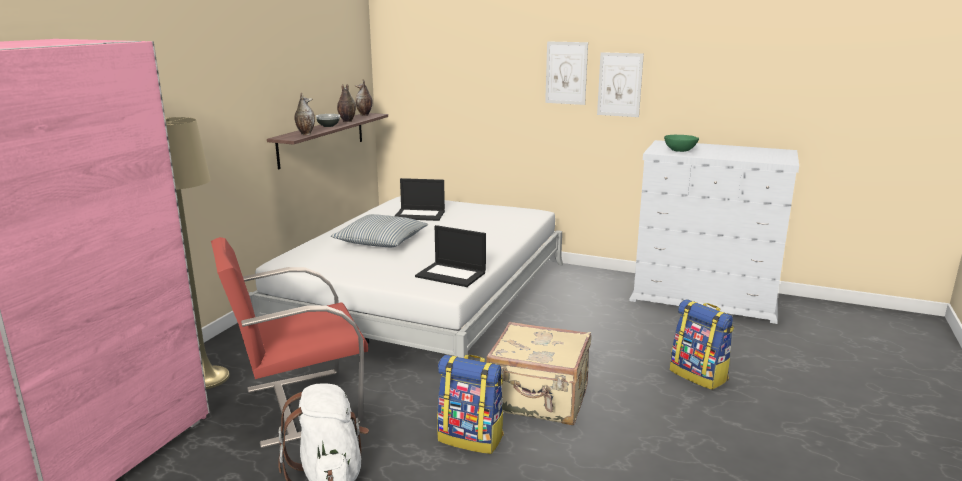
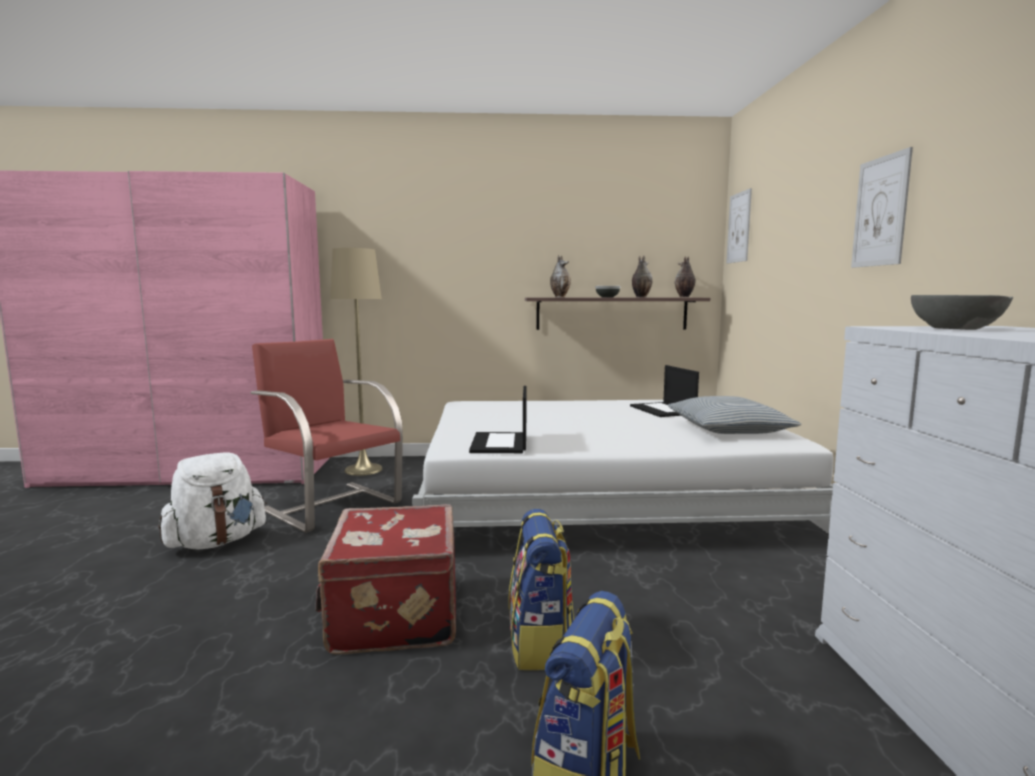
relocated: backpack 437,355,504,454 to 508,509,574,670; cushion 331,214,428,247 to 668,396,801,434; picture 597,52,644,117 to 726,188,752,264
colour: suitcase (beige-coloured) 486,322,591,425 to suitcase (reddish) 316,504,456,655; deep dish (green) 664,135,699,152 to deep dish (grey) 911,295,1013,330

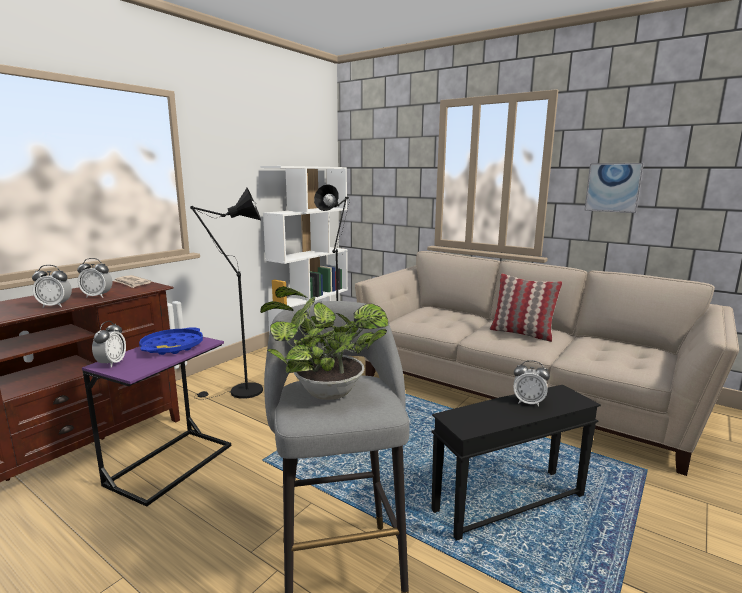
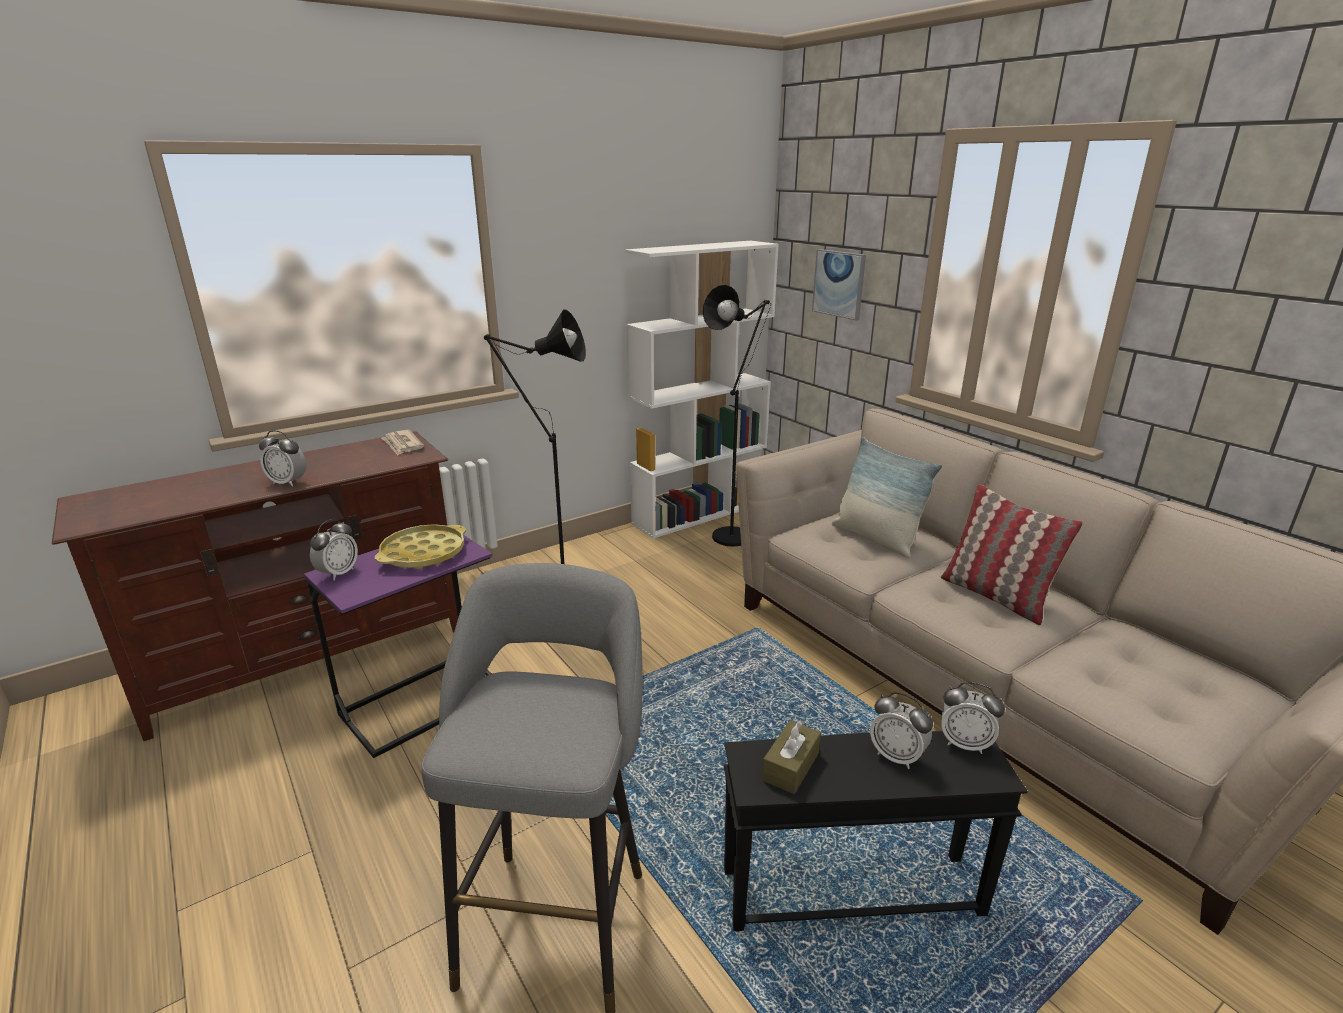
missing: potted plant 260,286,388,400
appeared: box of tissues (brownish) 762,720,821,794; cushion 832,437,942,558
relocated: picture 584,163,644,213 to 812,249,866,320; bedside clock 77,258,112,298 to 941,682,1005,754
colour: tray (blue) 139,327,203,355 to tray (yellow-coloured) 375,524,466,569

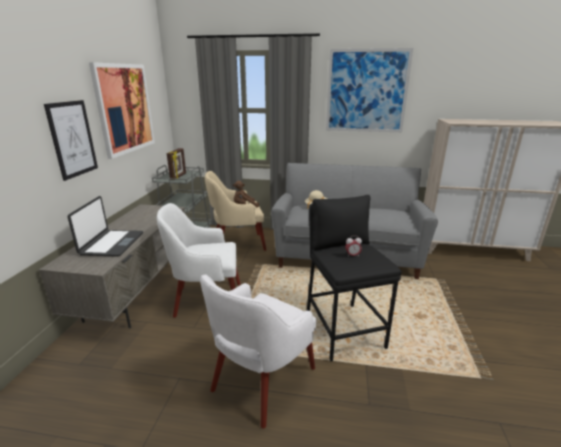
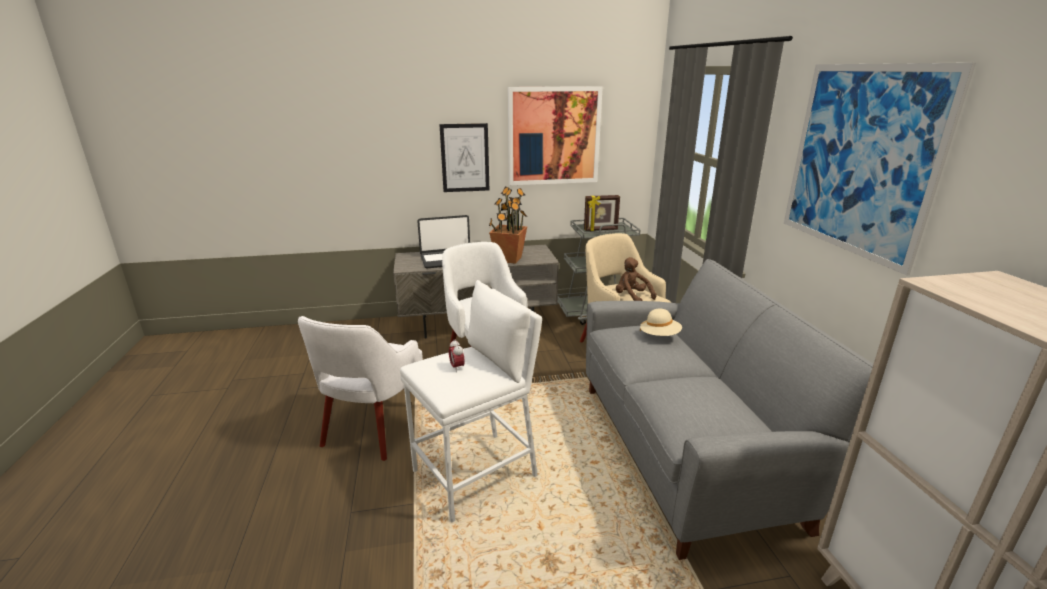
appeared: potted plant 489,186,527,264
colour: stool seat (blackish) 307,195,402,362 to stool seat (whitish) 400,280,542,523
spun: lounge chair (whitish) 200,275,316,429 = 298,316,423,461 90 degrees counterclockwise

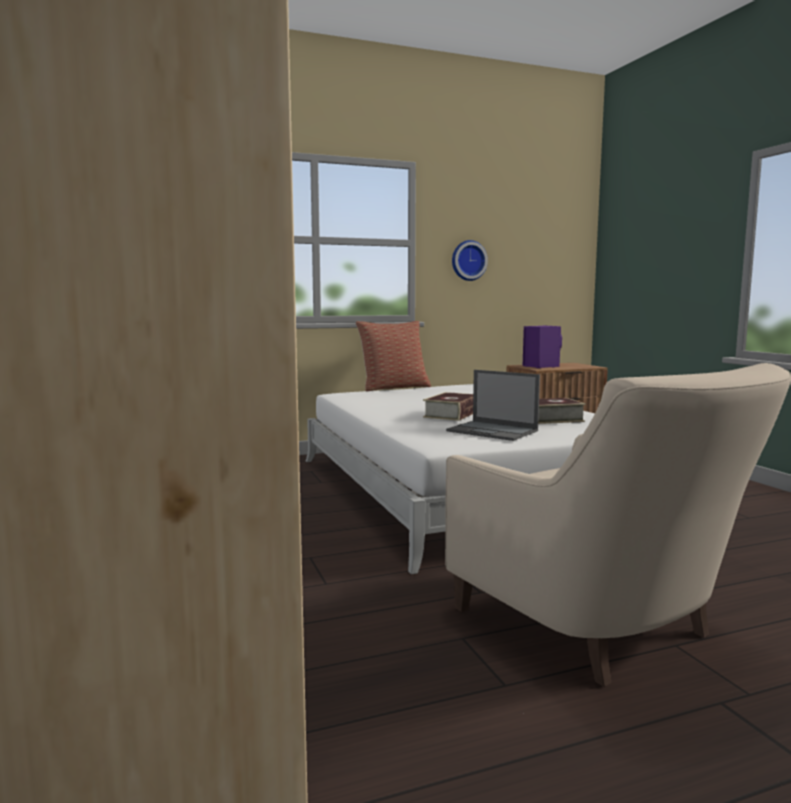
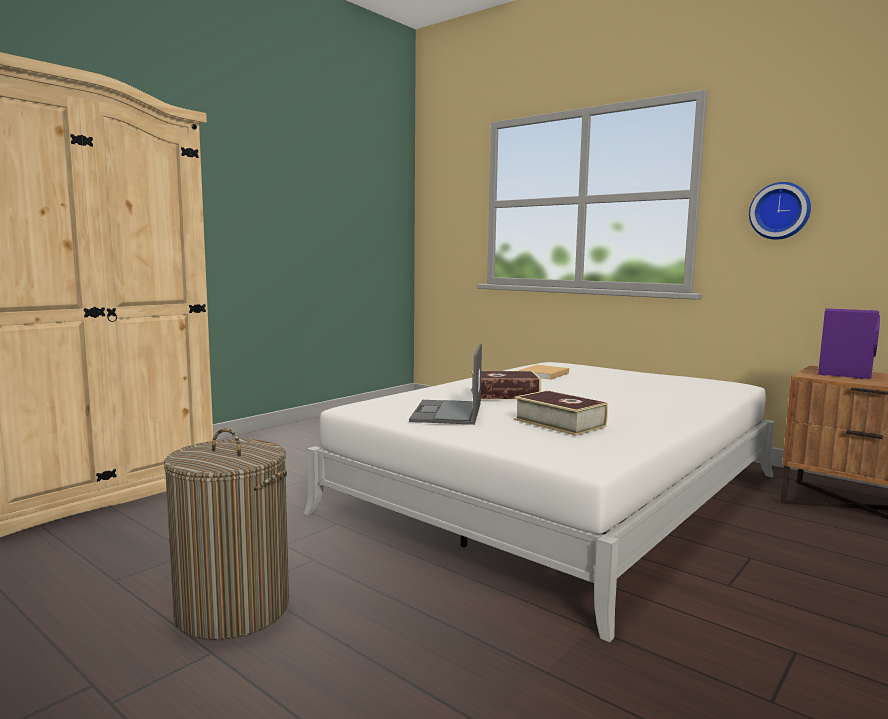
missing: cushion 356,321,431,391
appeared: volume (beige-coloured) 518,365,569,380
exchanged: lounge chair (beige-coloured) 445,363,791,687 to washing basket 164,428,289,640

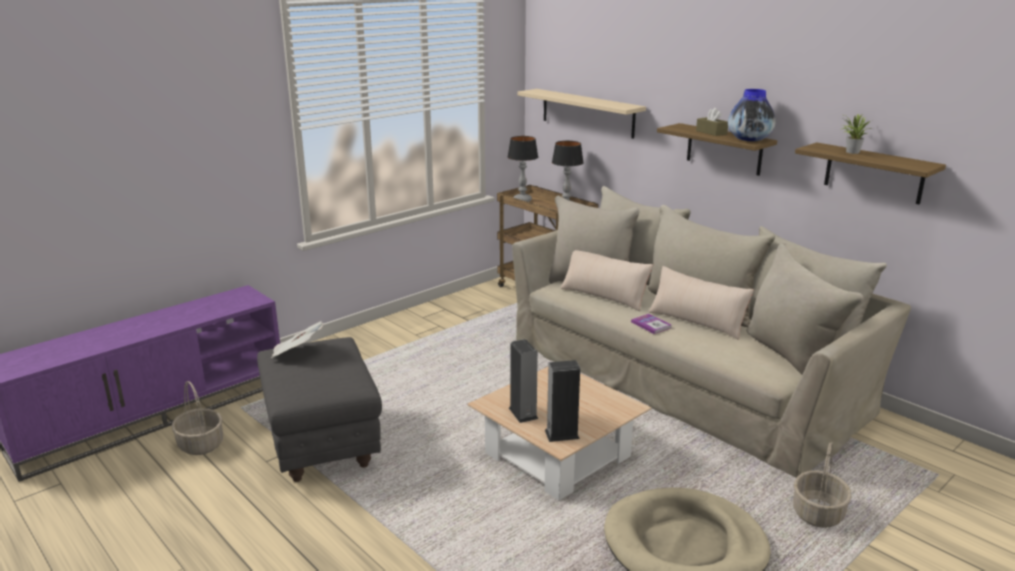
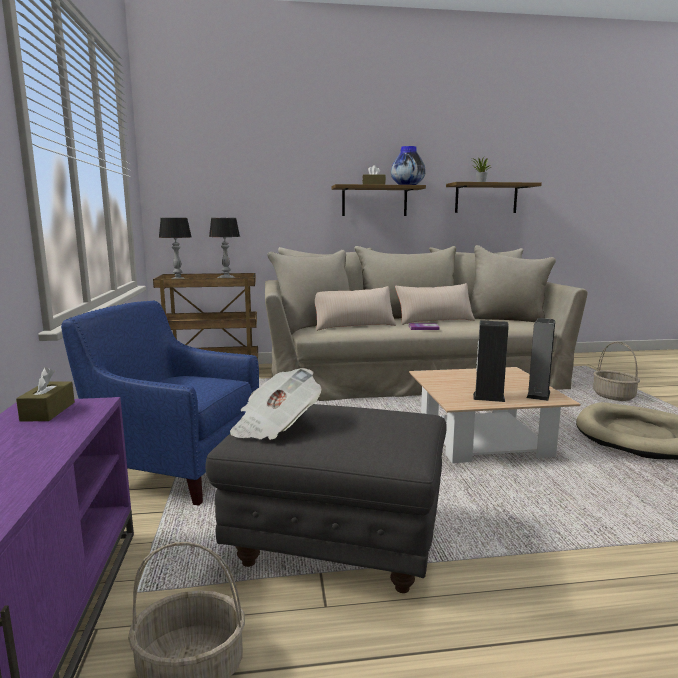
missing: bracket shelf (beige-coloured) 517,89,646,139
appeared: box of tissues (brownish) 16,367,75,422; lounge chair (blue) 61,300,259,506

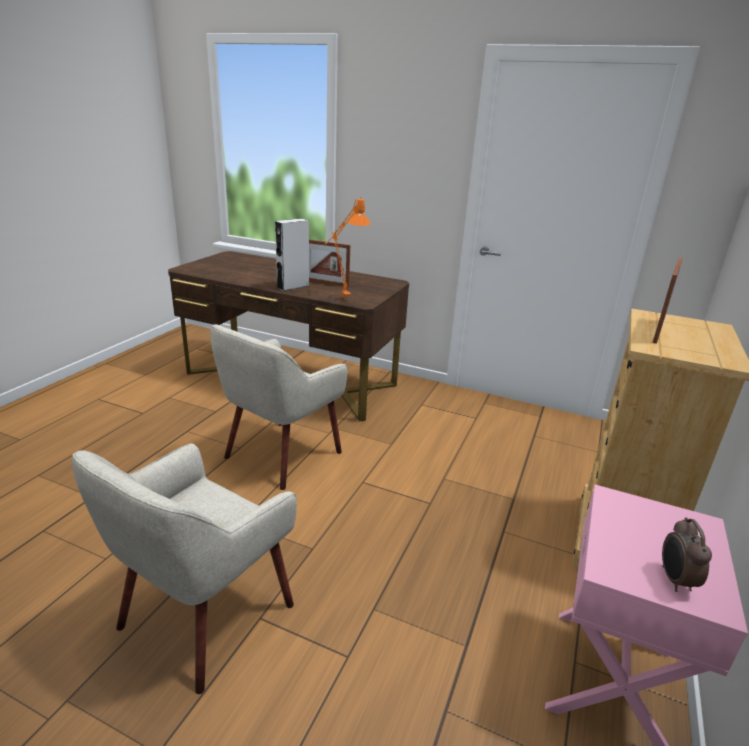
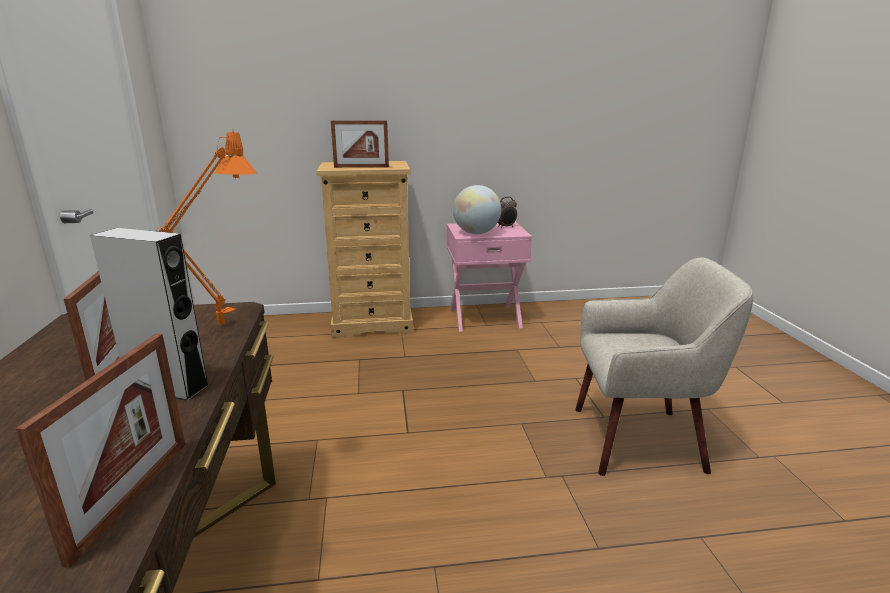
missing: lounge chair (beige-coloured) 210,324,348,490
appeared: photo frame 16,334,185,568; world globe 453,185,501,234

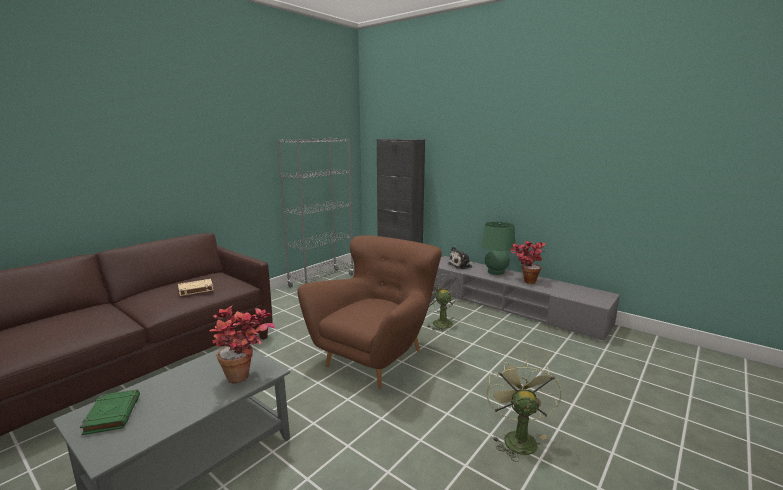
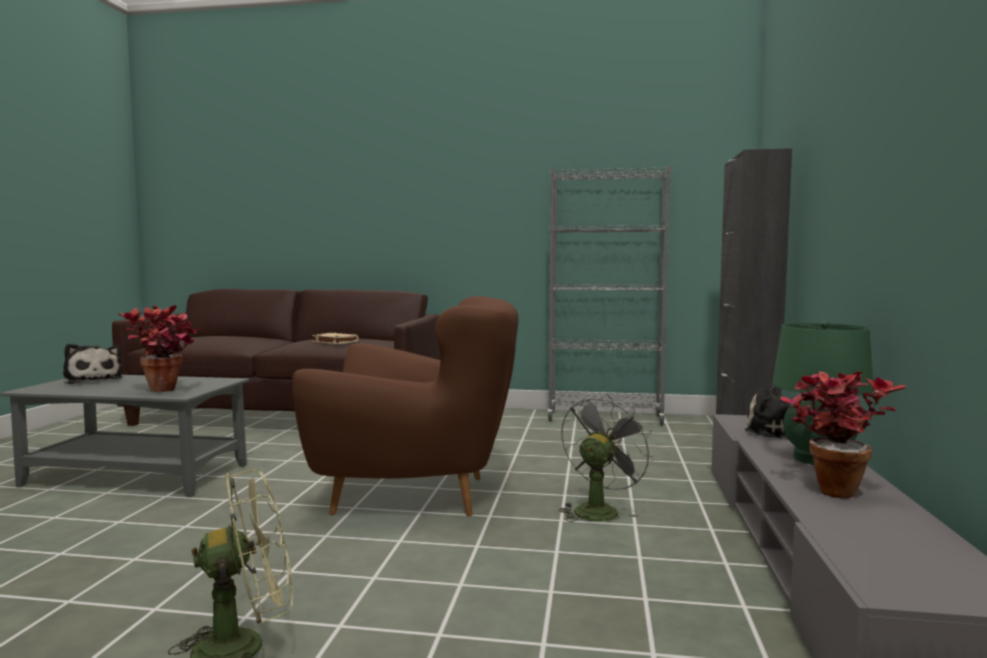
exchanged: volume (green) 80,390,140,435 to plush toy 63,344,122,384

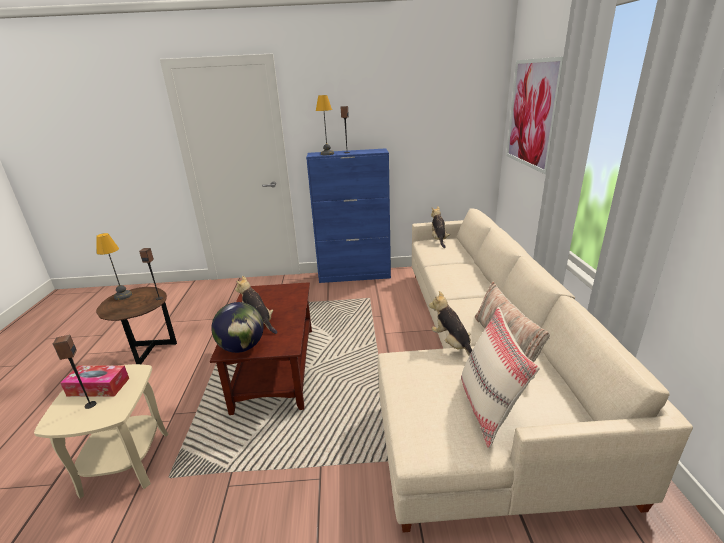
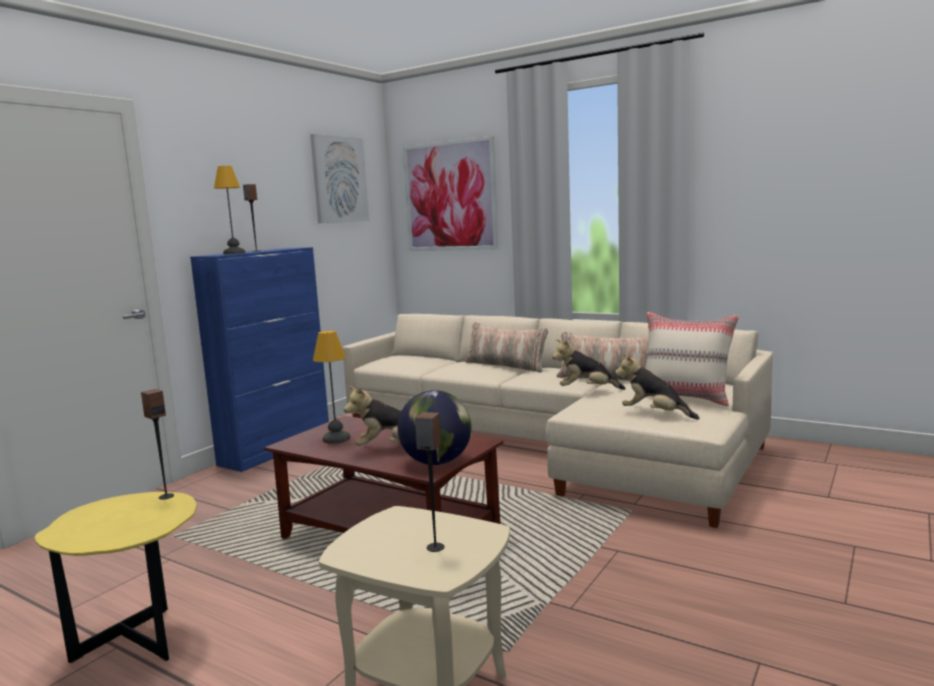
missing: box of tissues 60,365,129,396
appeared: picture 310,134,369,223; cushion 465,322,548,373
relocated: table lamp 96,233,132,300 to 313,331,350,444; plush toy 431,206,450,248 to 615,353,699,420
colour: end table (brownish) 96,287,177,364 to end table (yellow-coloured) 35,492,197,663

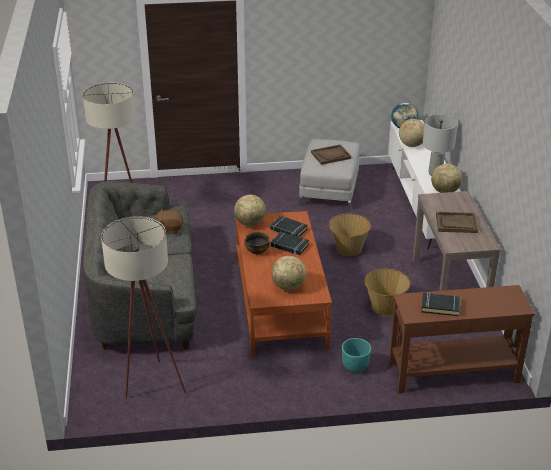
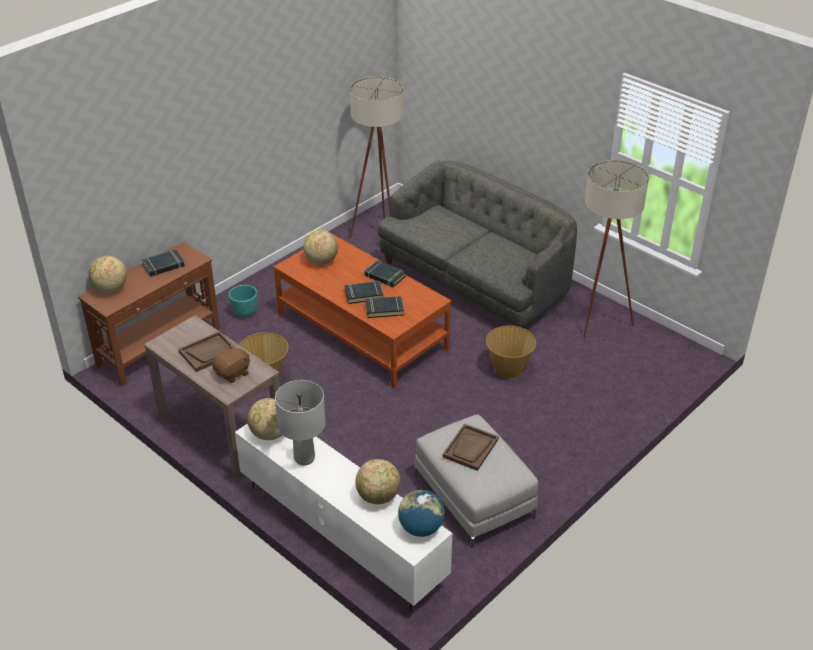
relocated: world globe 234,195,266,226 to 88,256,127,293; plush toy (brownish) 154,209,184,234 to 212,345,250,383; basket 329,214,371,256 to 486,326,536,379
exchanged: deep dish 244,232,270,254 to volume (blackish) 365,260,406,287

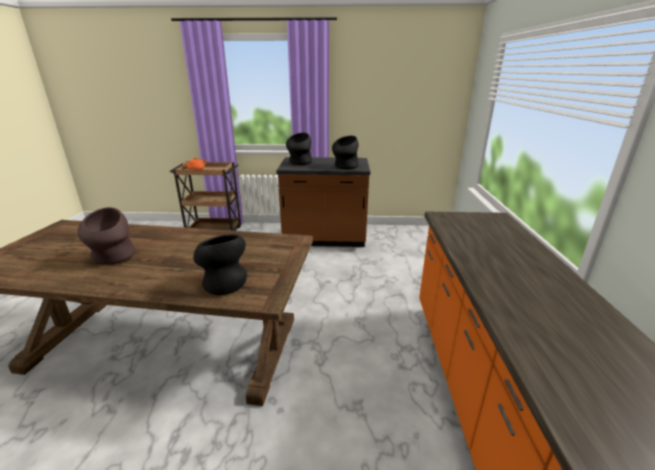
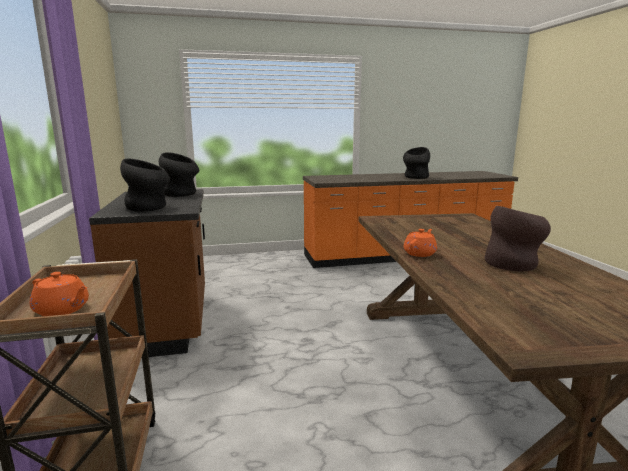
appeared: teapot (orange-coloured) 404,229,437,257
relocated: vase (blackish) 193,234,247,295 to 403,147,430,179

